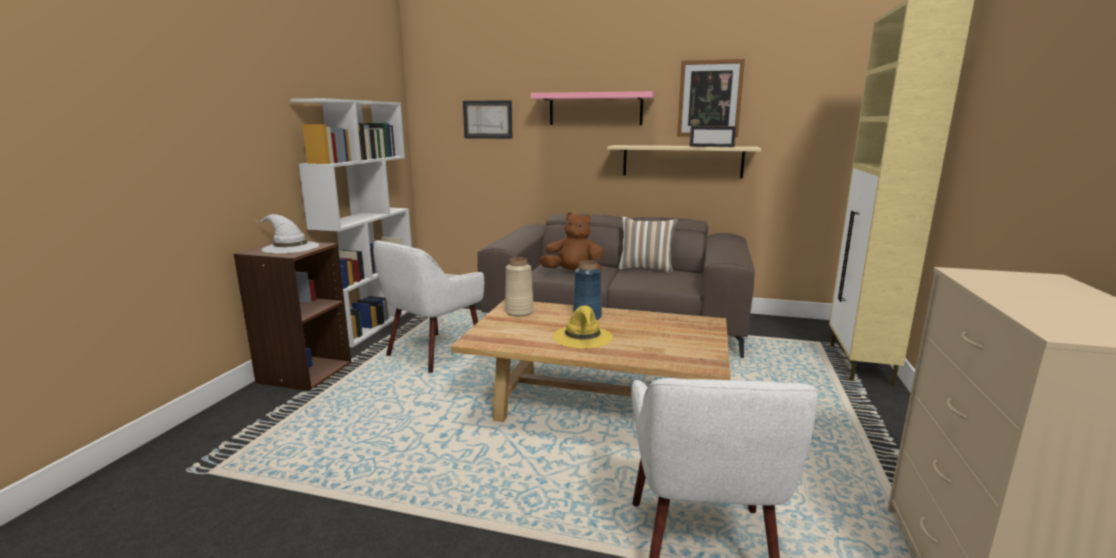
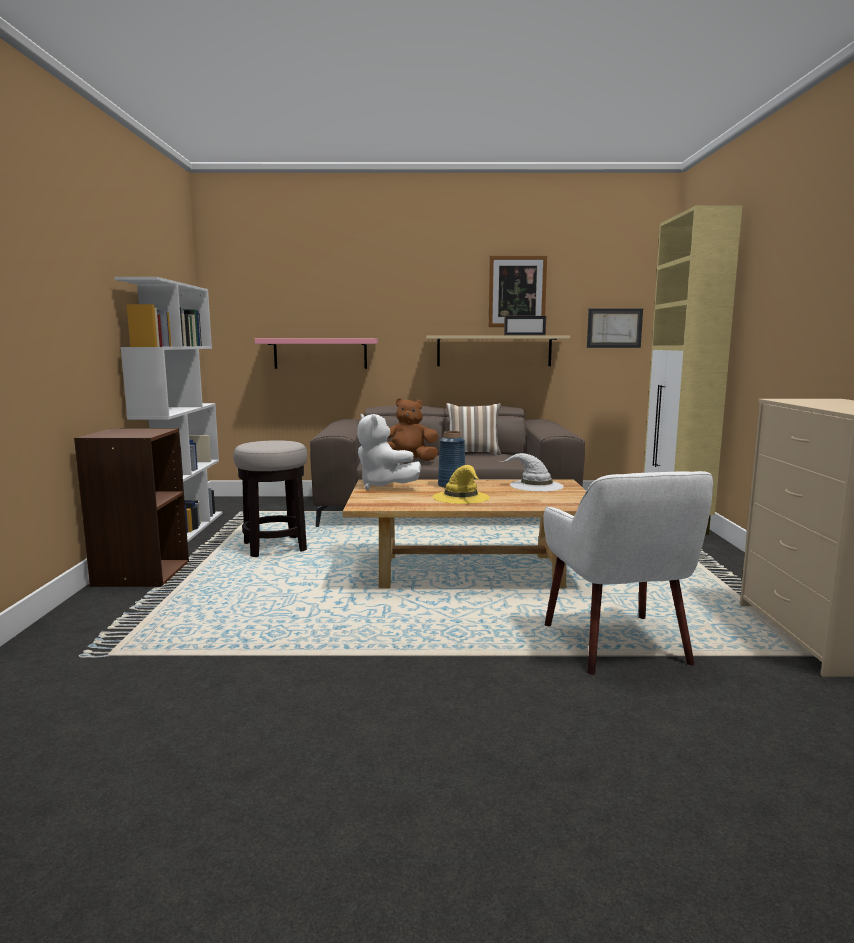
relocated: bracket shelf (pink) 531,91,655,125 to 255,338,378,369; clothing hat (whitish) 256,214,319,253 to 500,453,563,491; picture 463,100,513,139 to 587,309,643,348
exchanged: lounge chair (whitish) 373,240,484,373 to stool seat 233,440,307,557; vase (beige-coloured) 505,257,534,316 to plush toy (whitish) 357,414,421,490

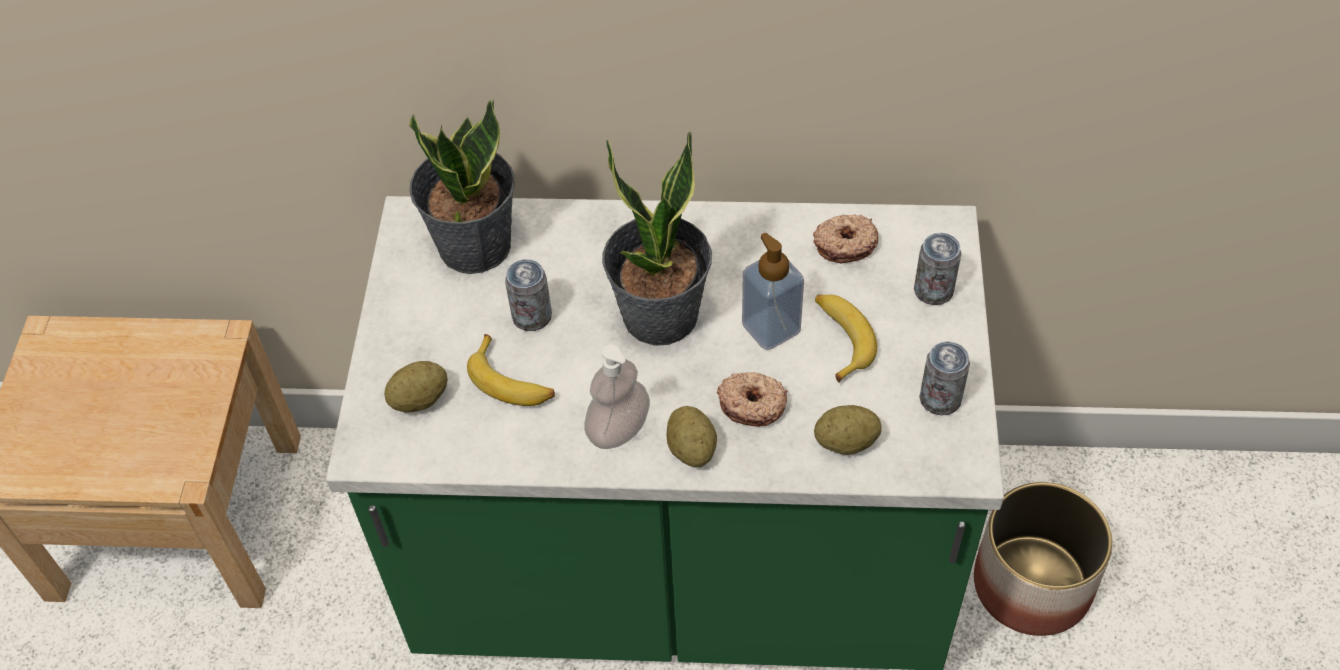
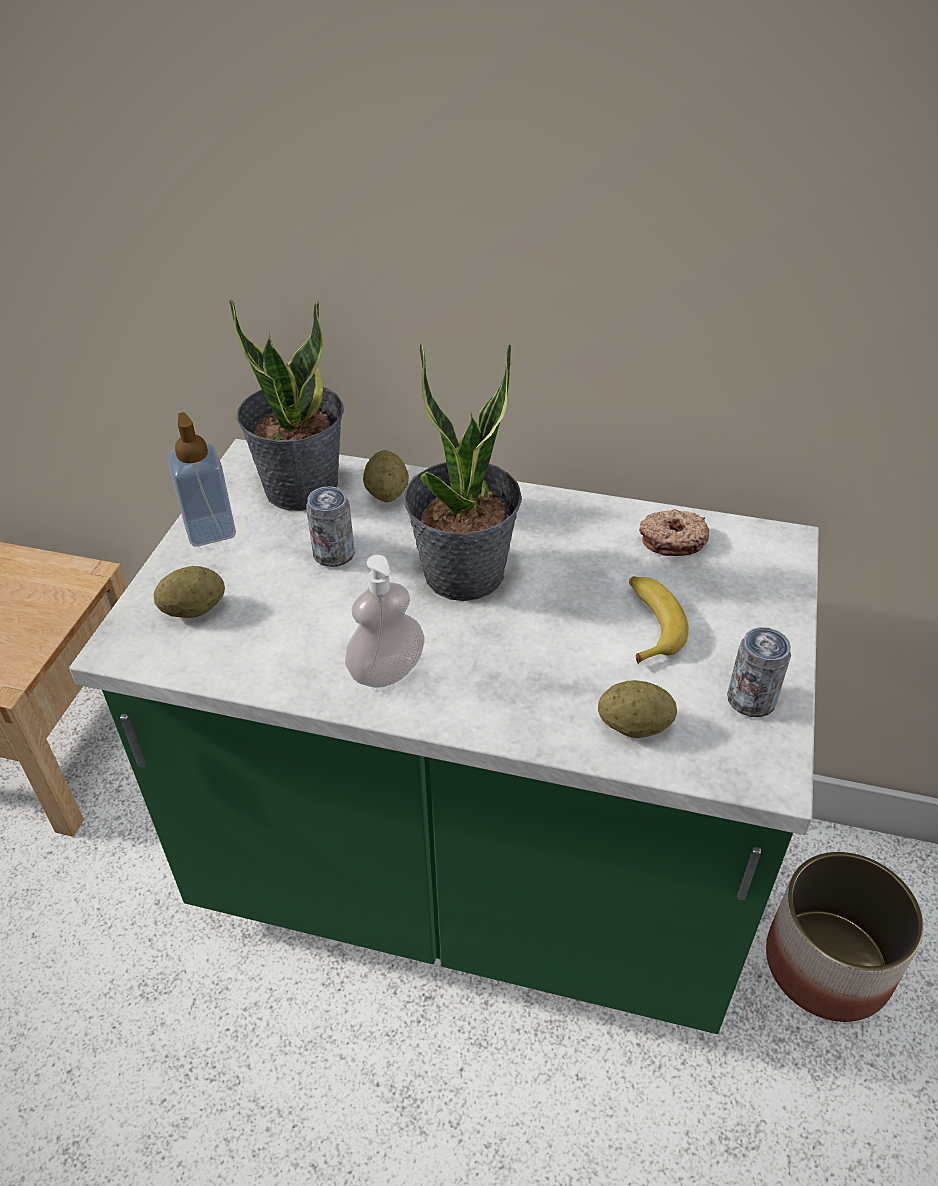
missing: whole banana 467,334,555,406; ring doughnut 717,372,787,427; metal can 914,233,962,305
relocated: liquid soap bottle 742,233,804,350 to 167,412,236,547; whole potato 666,406,717,467 to 363,450,409,503

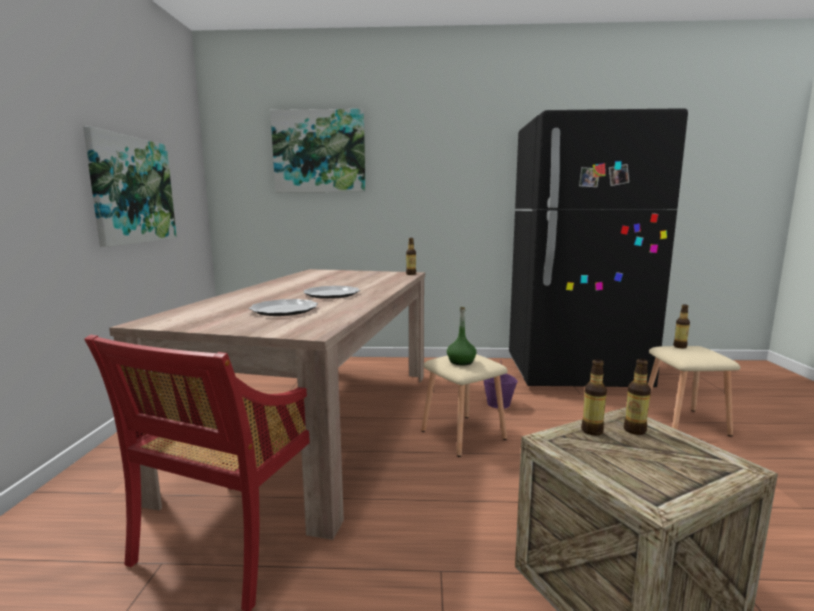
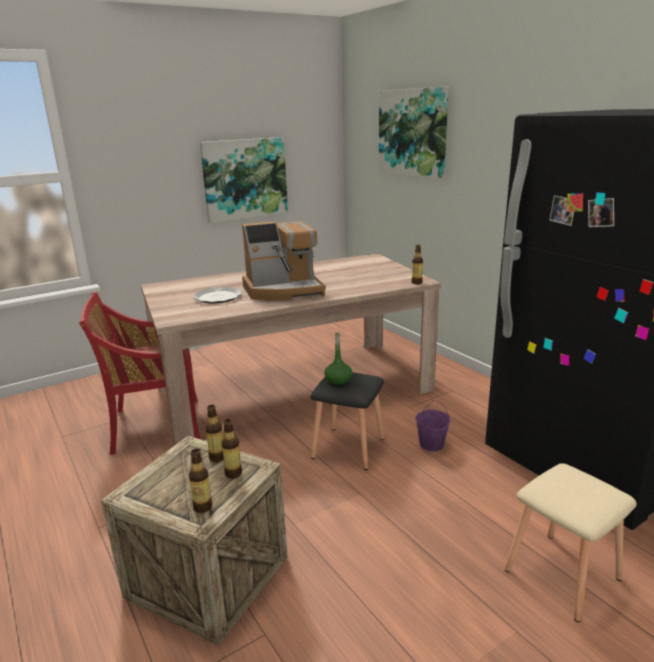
relocated: drink bottle 673,305,690,349 to 189,449,212,513
exchanged: plate 304,286,360,299 to coffee brewer 242,221,326,301
colour: stool seat (beige-coloured) 421,354,508,457 to stool seat (blackish) 310,372,384,470

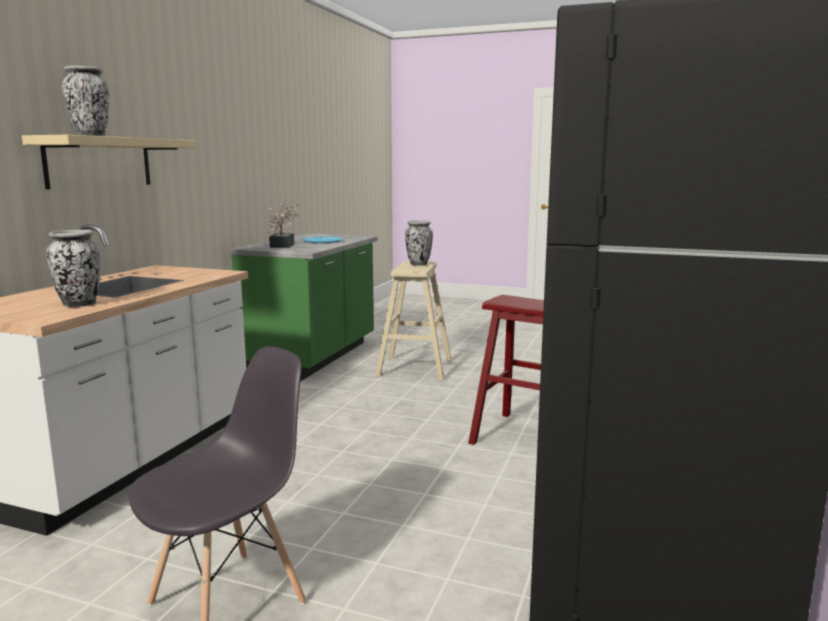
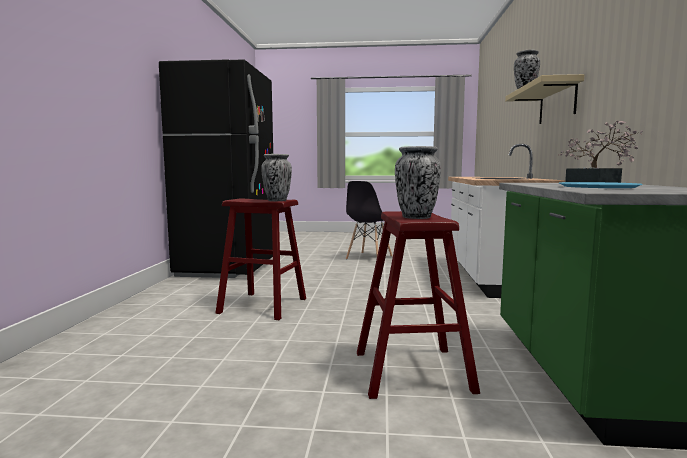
relocated: vase 46,230,100,307 to 261,154,292,201
colour: stool seat (beige-coloured) 375,261,452,381 to stool seat (reddish) 357,211,480,399

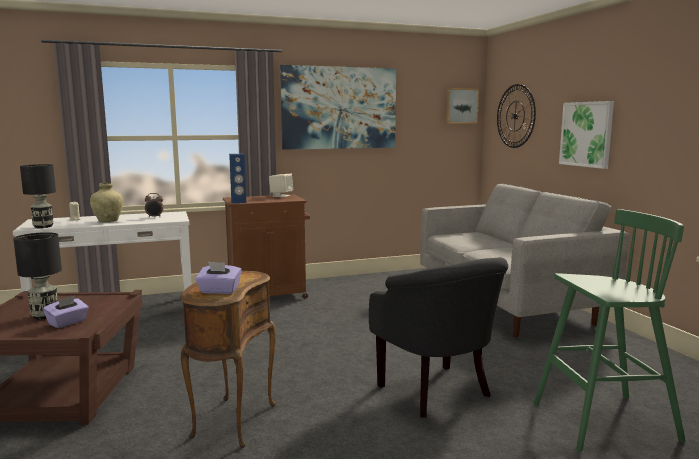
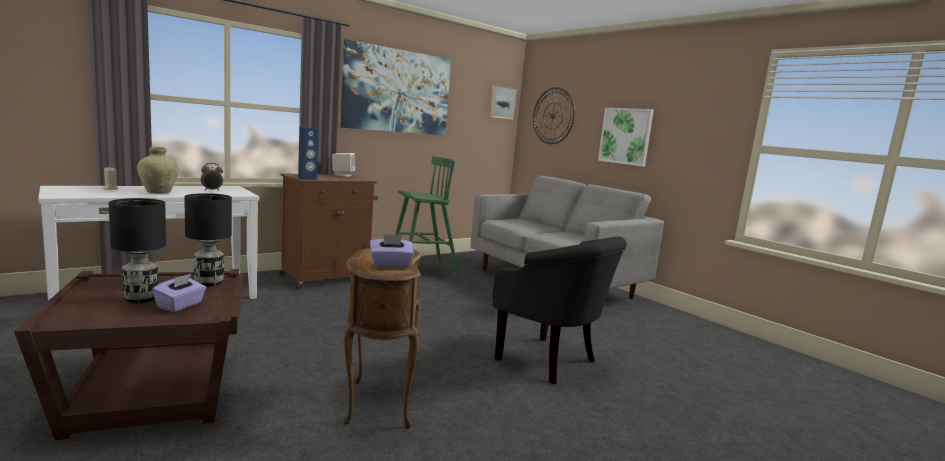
relocated: table lamp (blackish) 20,164,56,228 to 184,193,232,286; stool seat (green) 534,209,686,452 to 395,156,460,278

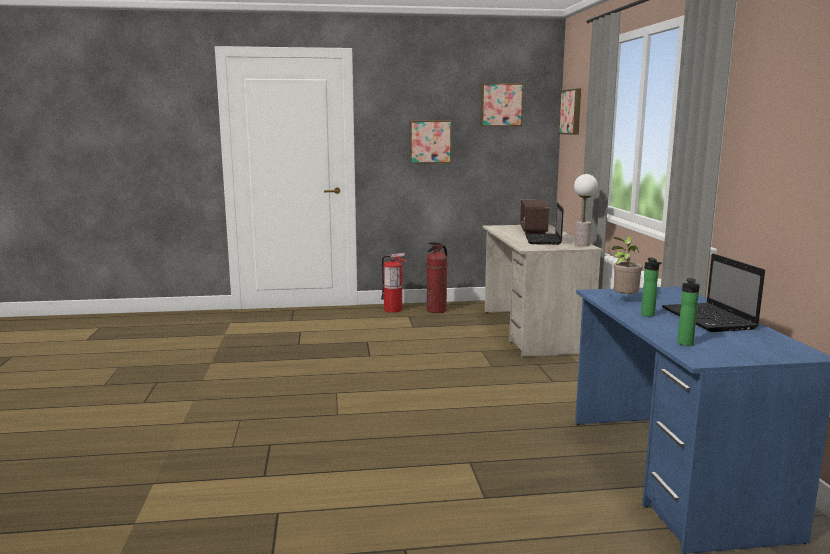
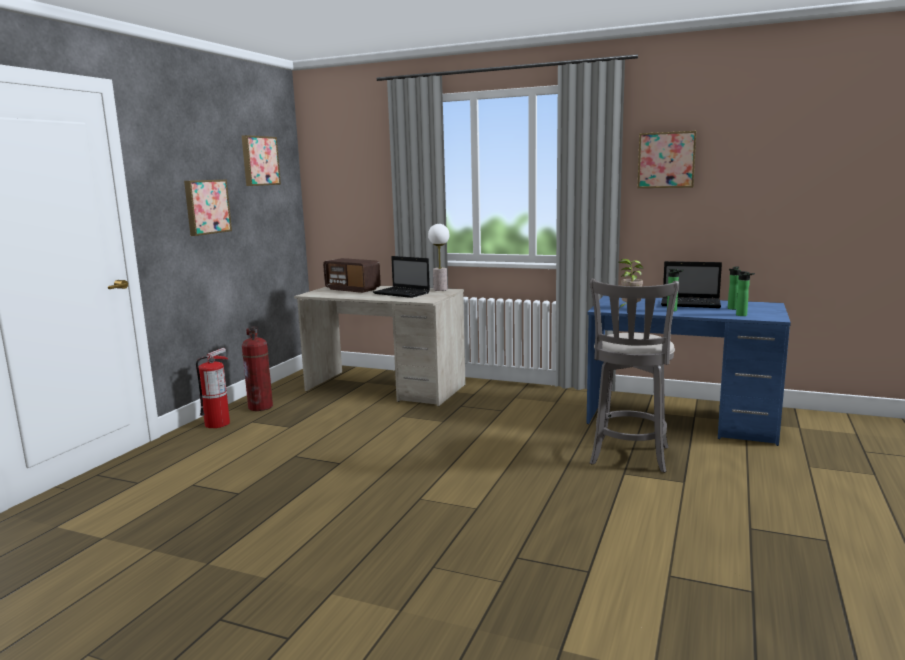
appeared: stool seat (grey) 590,279,679,473; drink bottle 728,266,741,310
relocated: picture 558,89,581,135 to 637,131,697,188

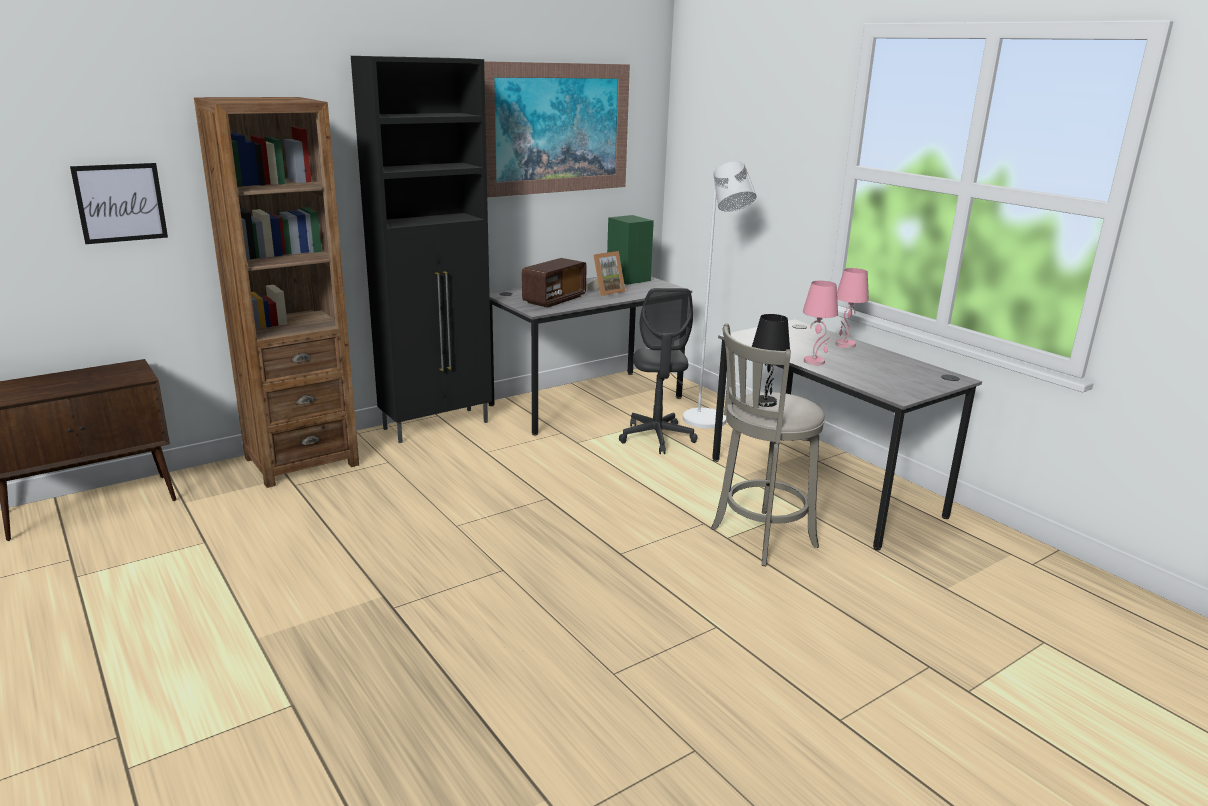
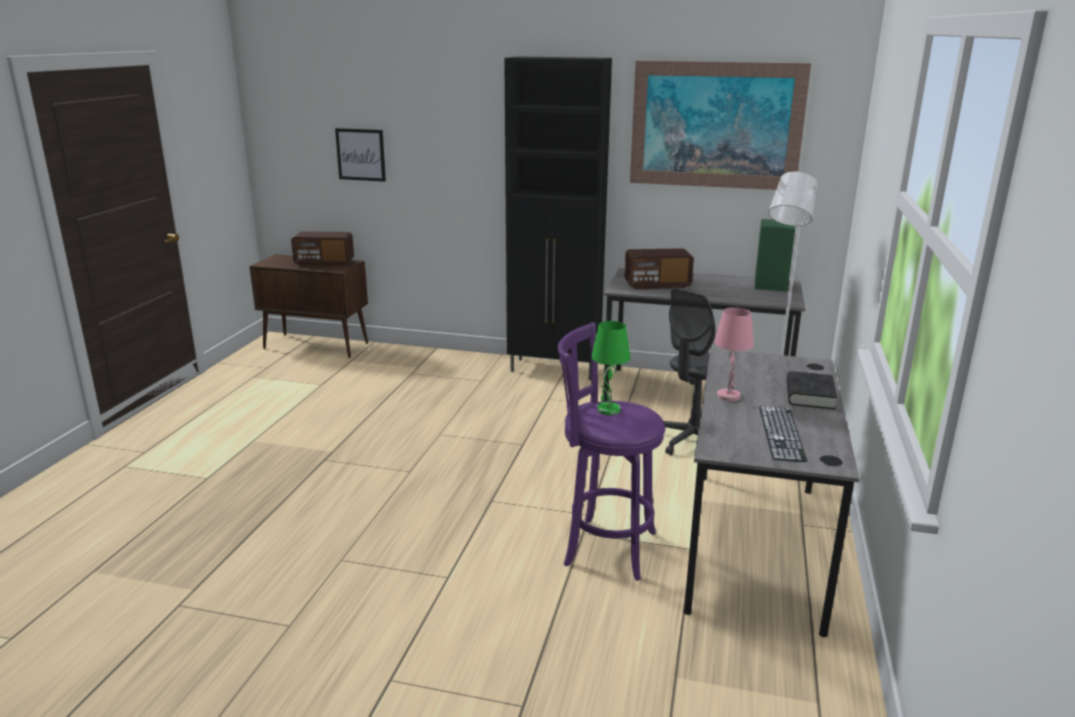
missing: bookshelf (brownish) 194,97,359,488; photo frame 587,251,626,296
appeared: radio 291,231,354,267; PC keyboard 759,406,807,462
exchanged: table lamp (pink) 836,268,869,348 to volume (blackish) 787,371,837,410
colour: stool seat (grey) 711,324,825,566 to stool seat (purple) 558,322,665,581; table lamp (blackish) 752,314,790,407 to table lamp (green) 591,321,630,415

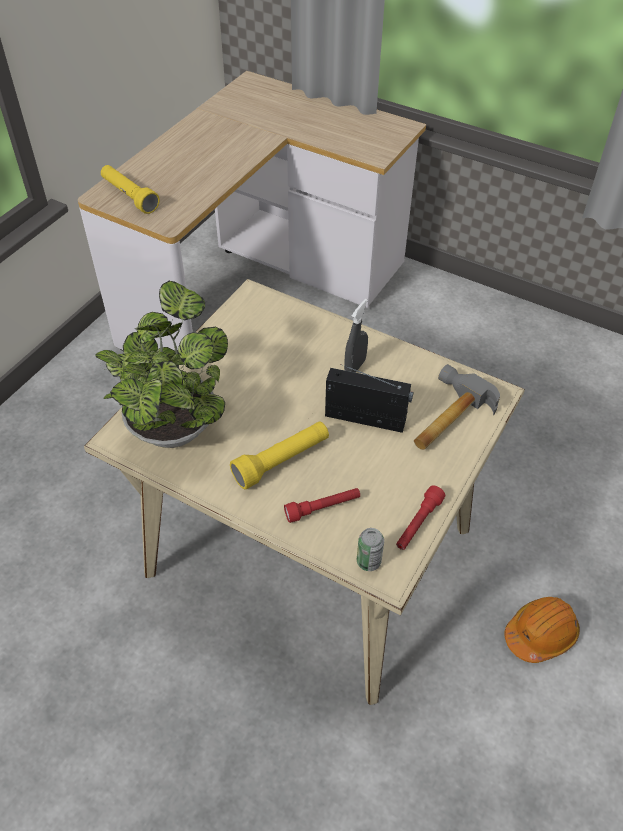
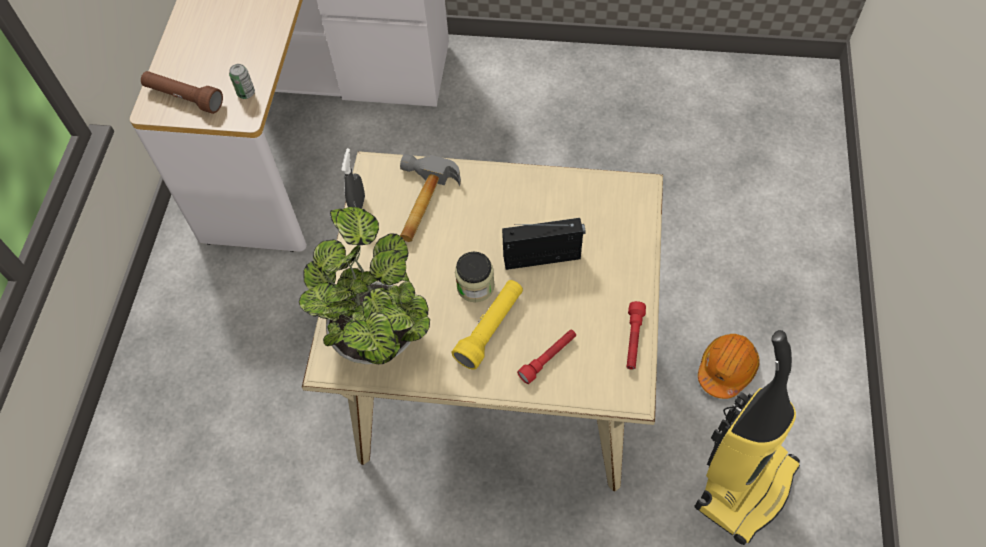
appeared: storage jar 455,251,495,302; hoover 694,330,800,545
relocated: metal can 357,528,384,571 to 229,64,255,99; hand sprayer (grey) 344,299,368,373 to 341,148,365,209; hammer 414,364,500,450 to 400,154,461,242
colour: hand torch (yellow-coloured) 101,165,160,214 to hand torch (brownish) 141,71,223,114

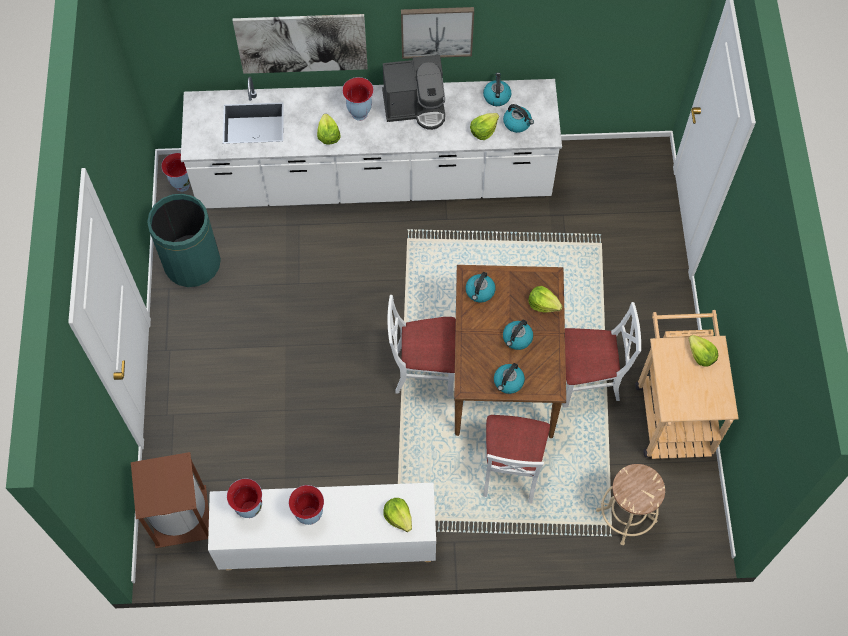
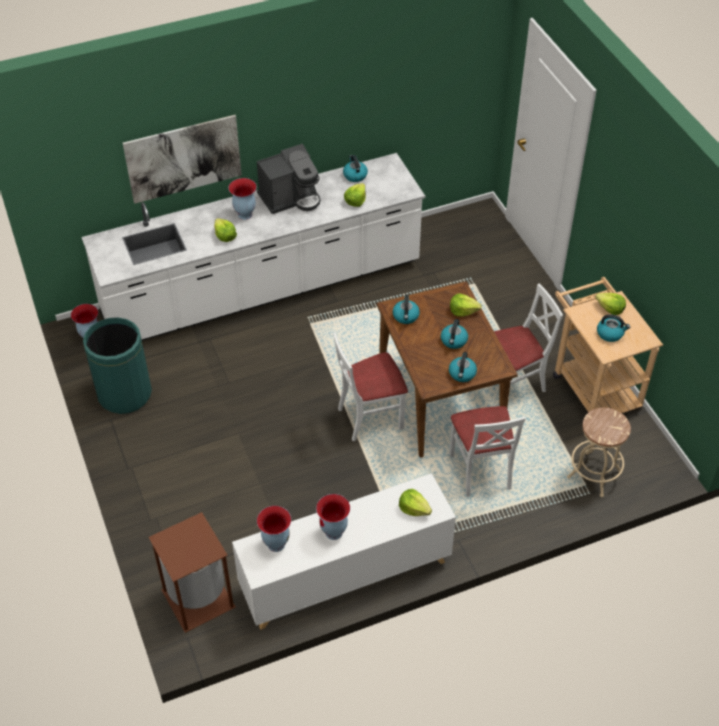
missing: picture 401,7,474,59
relocated: water kettle 503,104,534,133 to 597,314,630,342

